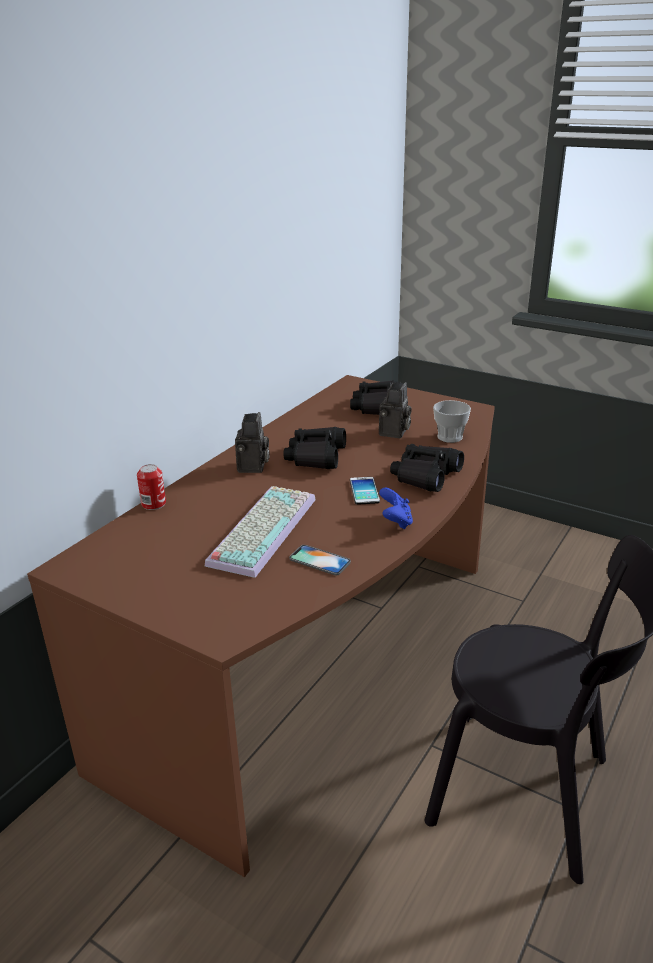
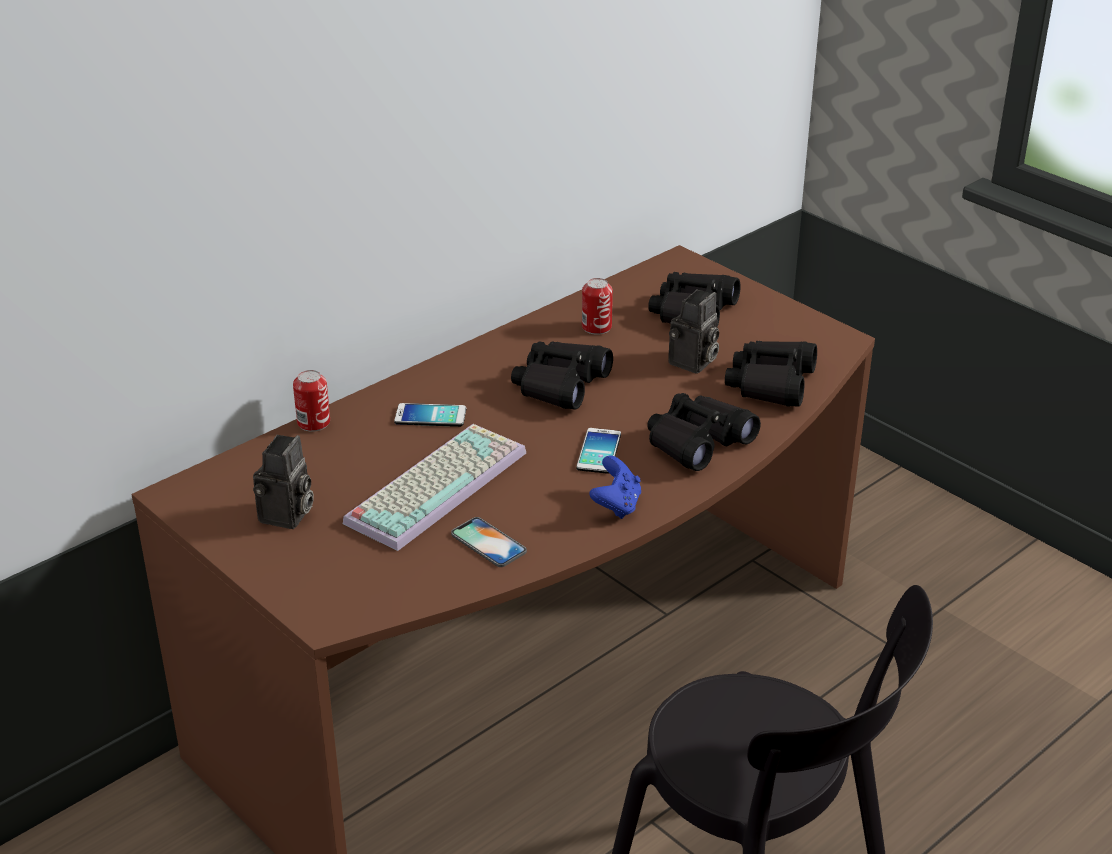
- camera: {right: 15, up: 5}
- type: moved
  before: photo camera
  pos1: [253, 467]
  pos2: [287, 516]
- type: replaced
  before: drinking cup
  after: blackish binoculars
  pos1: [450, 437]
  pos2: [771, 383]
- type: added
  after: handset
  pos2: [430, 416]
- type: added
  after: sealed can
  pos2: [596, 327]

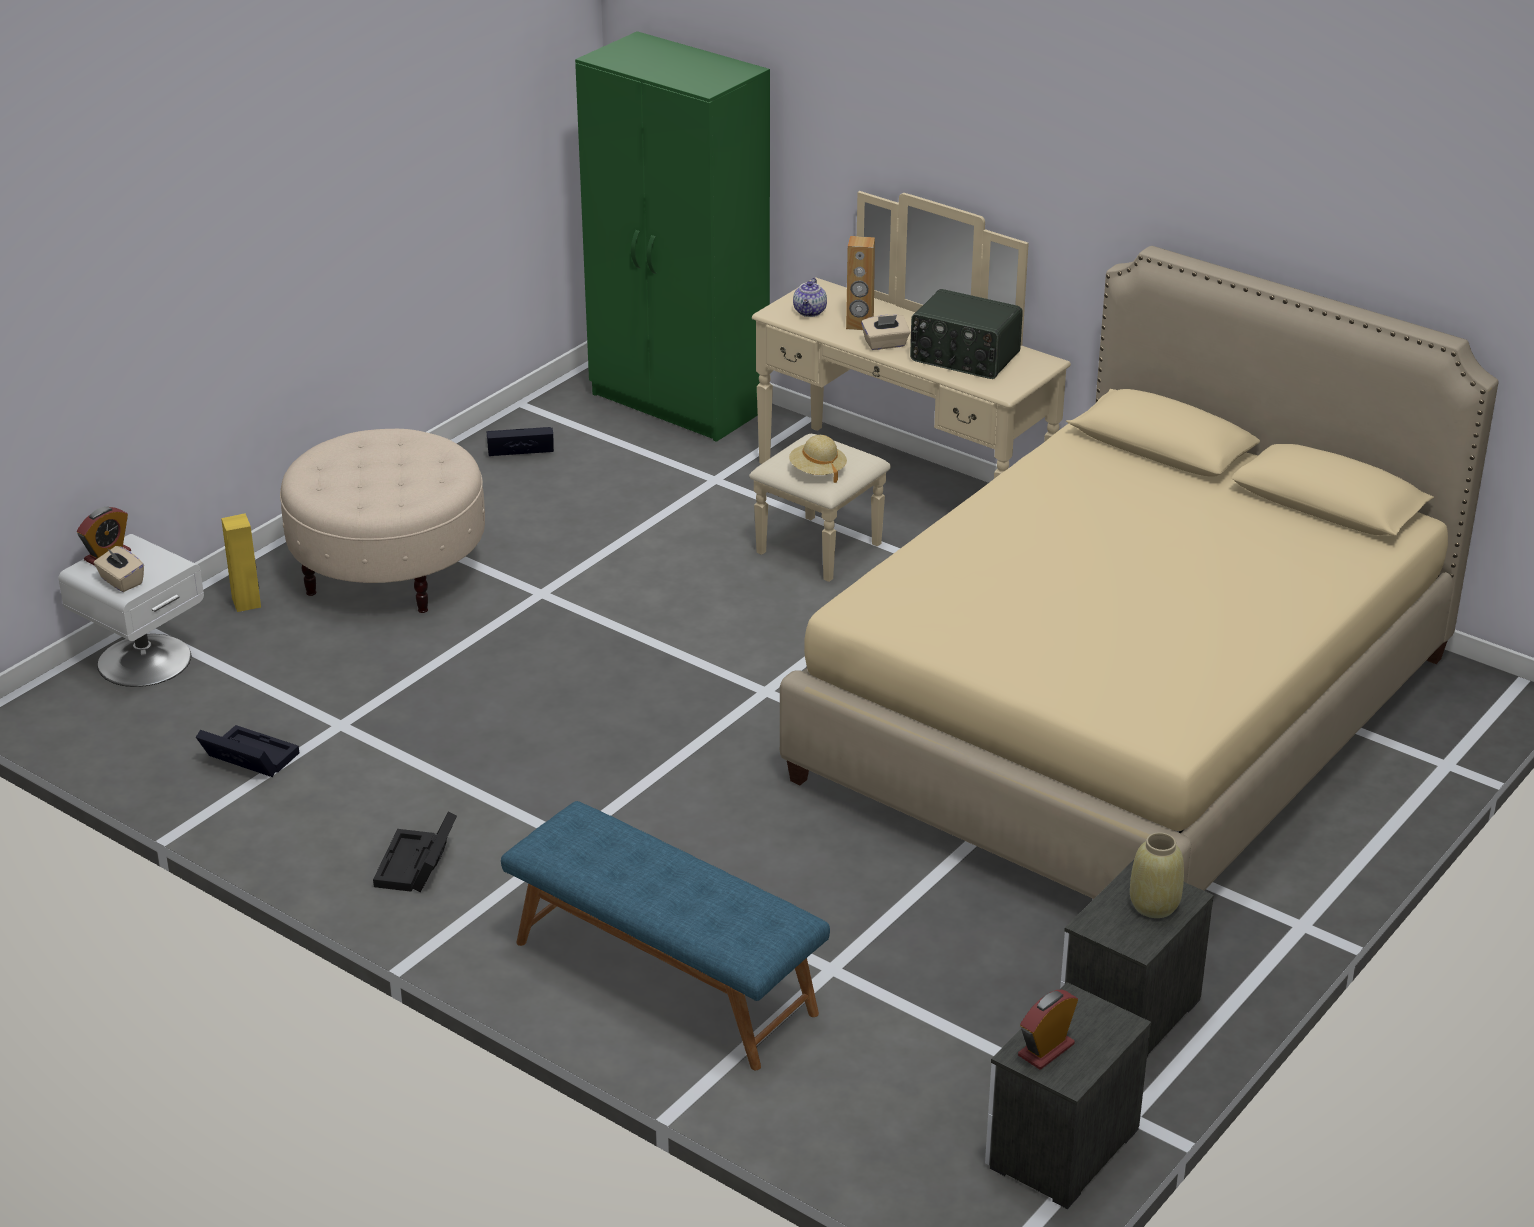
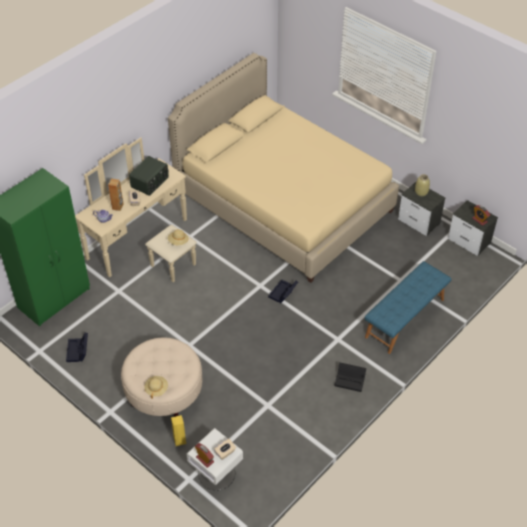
- camera: {right: -85, up: 15}
- type: moved
  before: blackish storage container
  pos1: [247, 758]
  pos2: [283, 293]
- type: added
  after: beige wearable hat
  pos2: [156, 389]

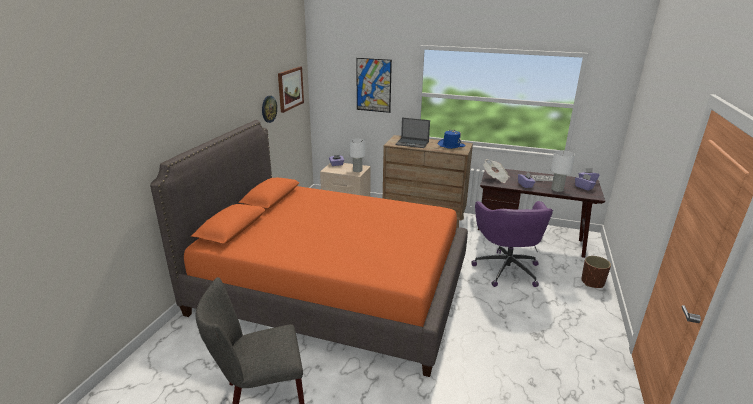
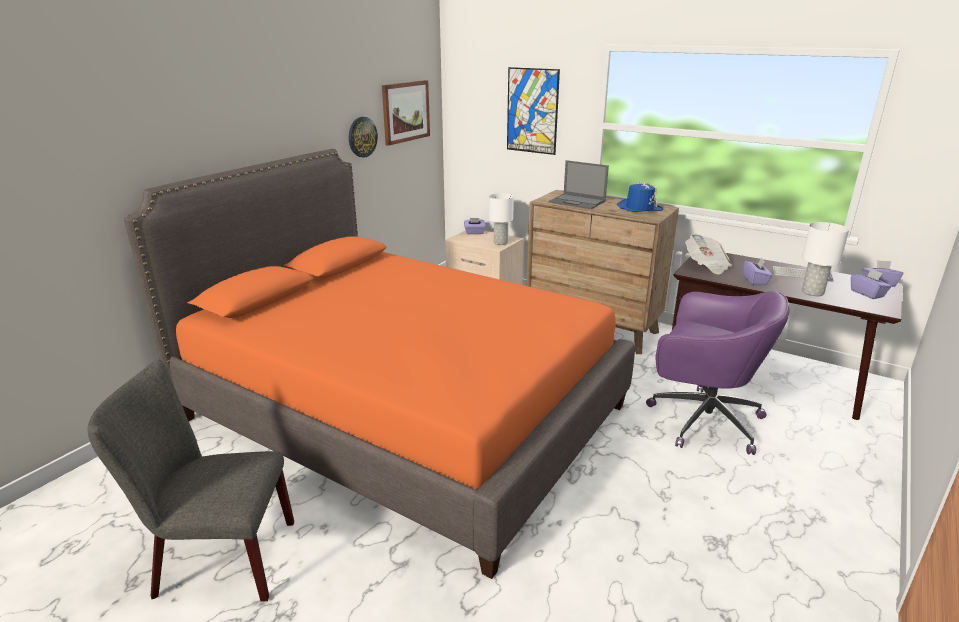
- camera: {right: 15, up: 0}
- type: turned
  before: purple computer chair
  pos1: [506, 269]
  pos2: [702, 419]
  turn: -75
- type: removed
  before: brownish planter
  pos1: [592, 282]

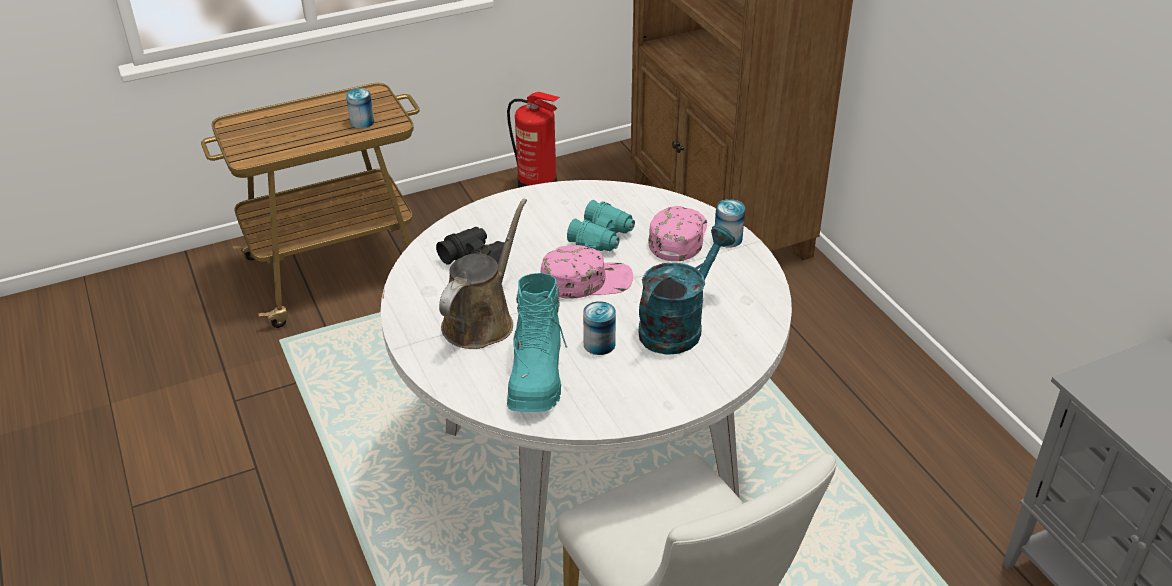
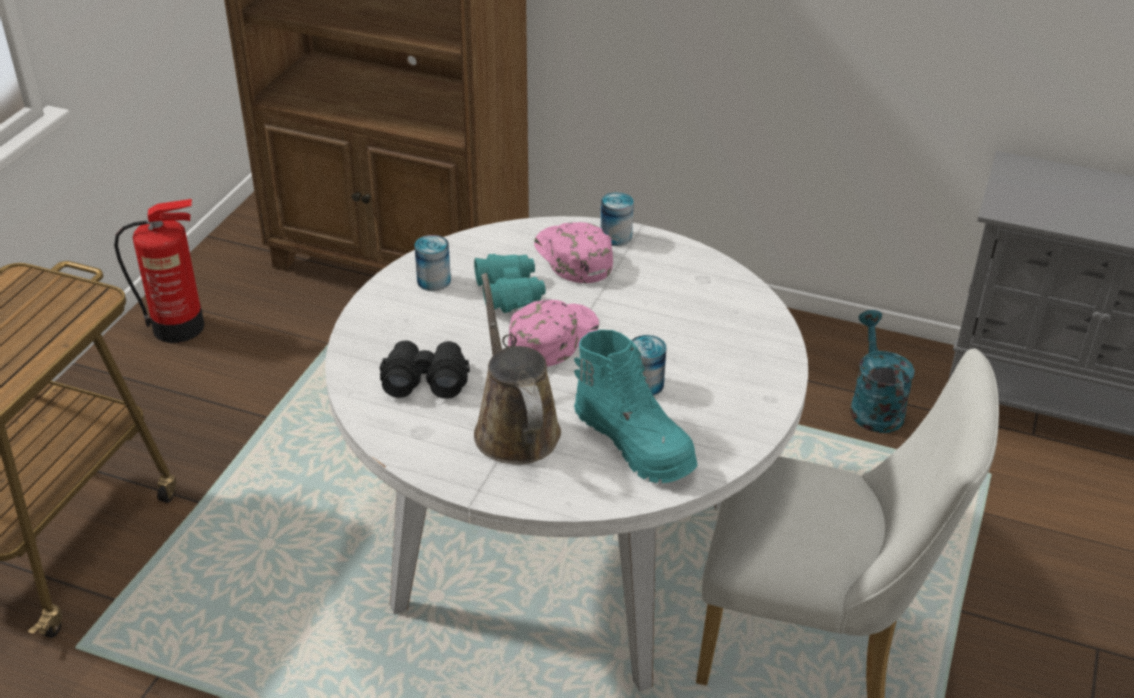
- camera: {right: -45, up: 0}
- type: moved
  before: sealed can
  pos1: [362, 122]
  pos2: [434, 281]
- type: moved
  before: blue-green watering can
  pos1: [677, 326]
  pos2: [874, 405]

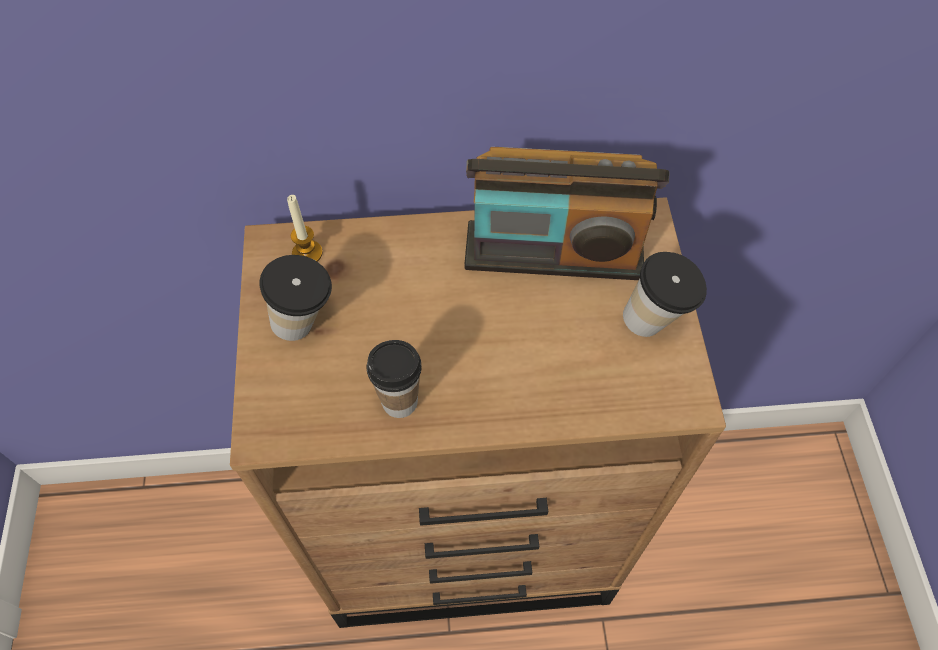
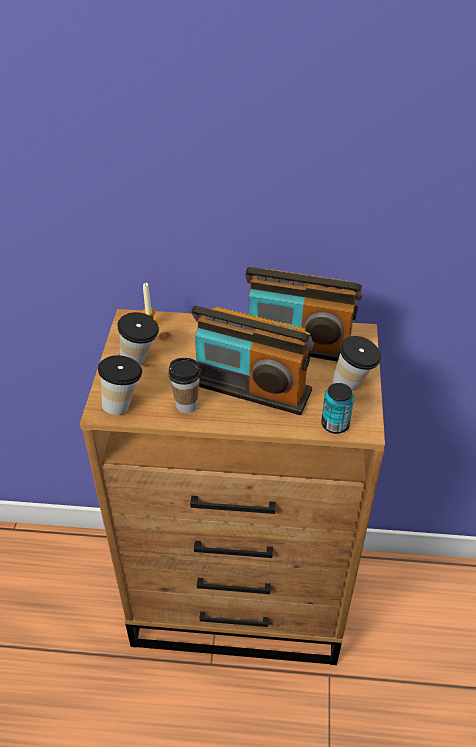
- camera: {right: 10, up: -15}
- type: added
  after: drinking cup
  pos2: [124, 404]
- type: added
  after: radio receiver
  pos2: [251, 388]
- type: added
  after: sealed can
  pos2: [335, 424]

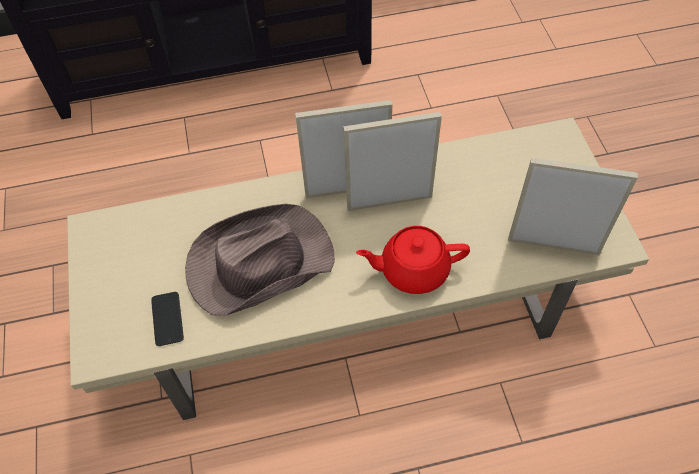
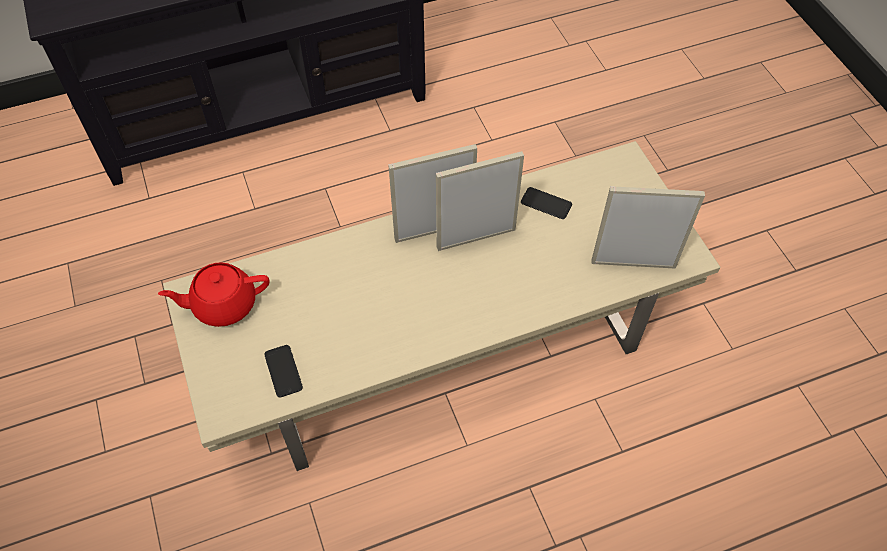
- camera: {right: -10, up: 0}
- type: removed
  before: brownish wearable hat
  pos1: [258, 263]
- type: moved
  before: red tea pot
  pos1: [413, 270]
  pos2: [223, 304]
- type: added
  after: handset
  pos2: [546, 203]

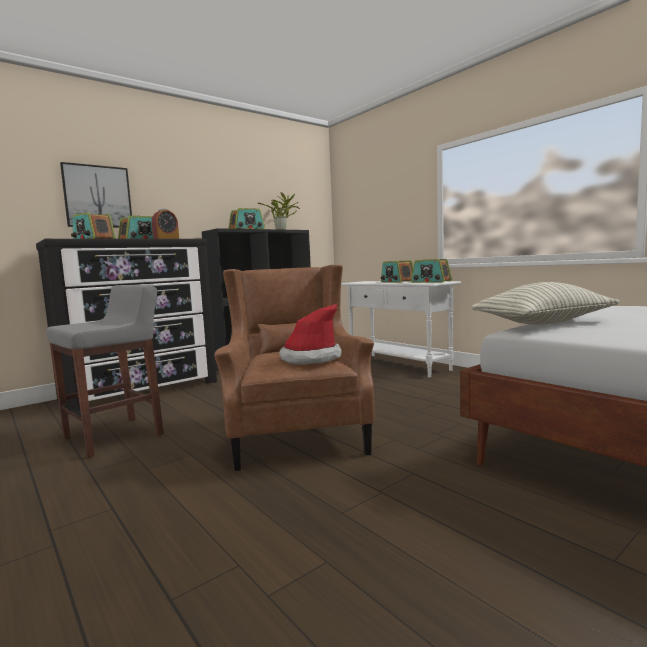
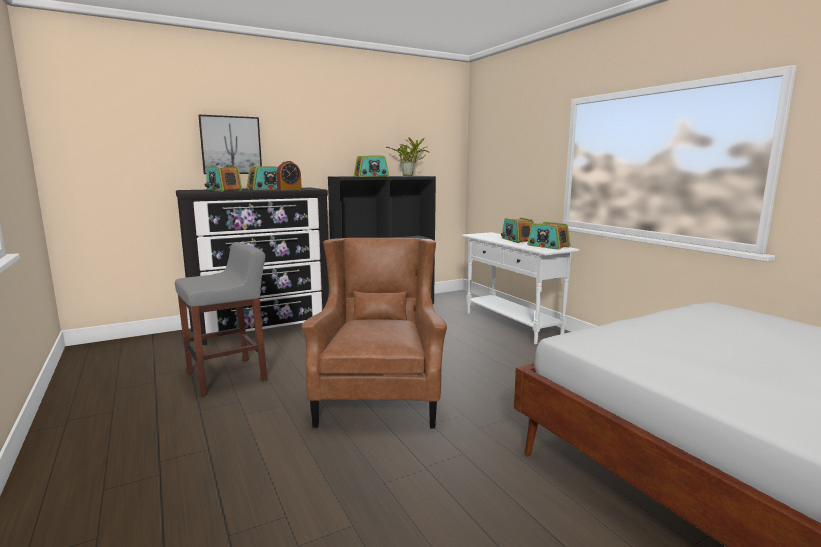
- camera: {right: 10, up: 5}
- type: removed
  before: wearable hat
  pos1: [310, 358]
- type: removed
  before: cushion
  pos1: [543, 323]

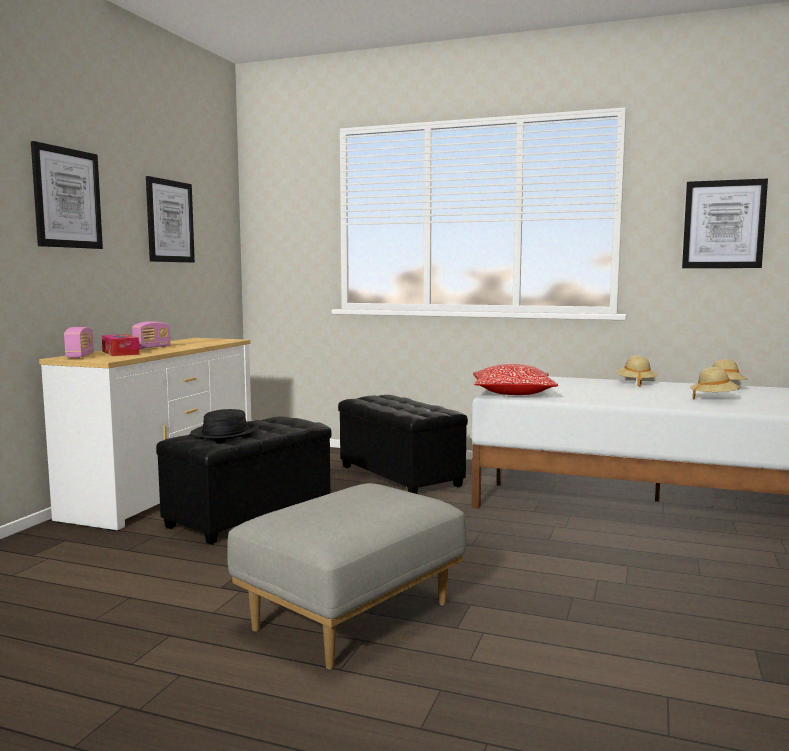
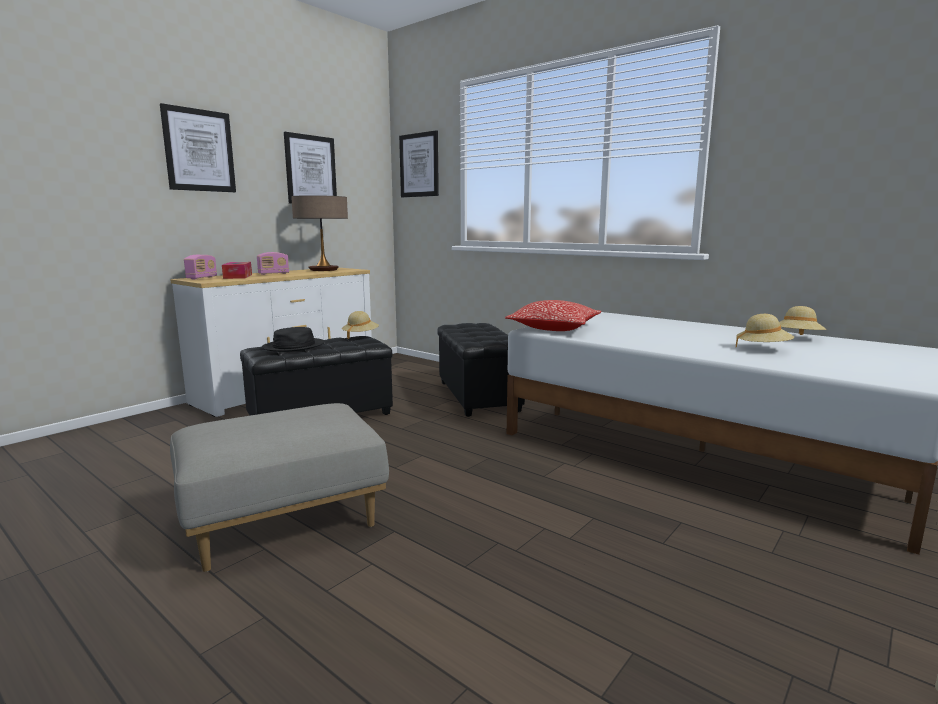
- camera: {right: 20, up: 5}
- type: moved
  before: beige wearable hat
  pos1: [635, 383]
  pos2: [360, 336]
- type: moved
  before: wall art
  pos1: [723, 224]
  pos2: [419, 165]
- type: added
  after: tabletop lamp
  pos2: [323, 270]

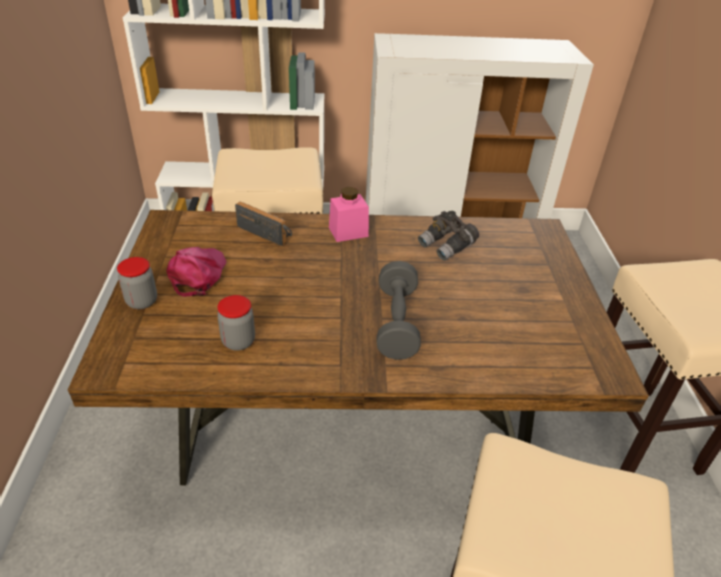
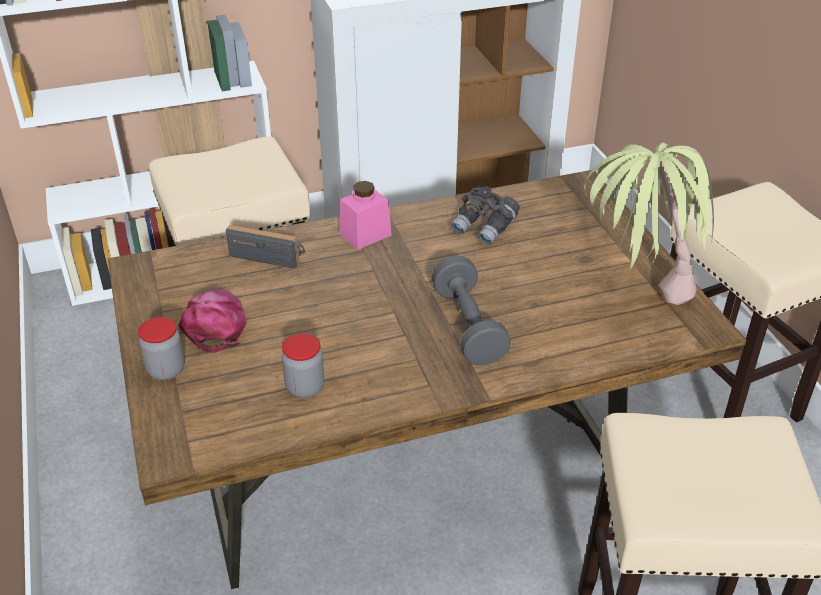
- camera: {right: -15, up: 0}
- type: added
  after: plant in a pot
  pos2: [635, 300]

